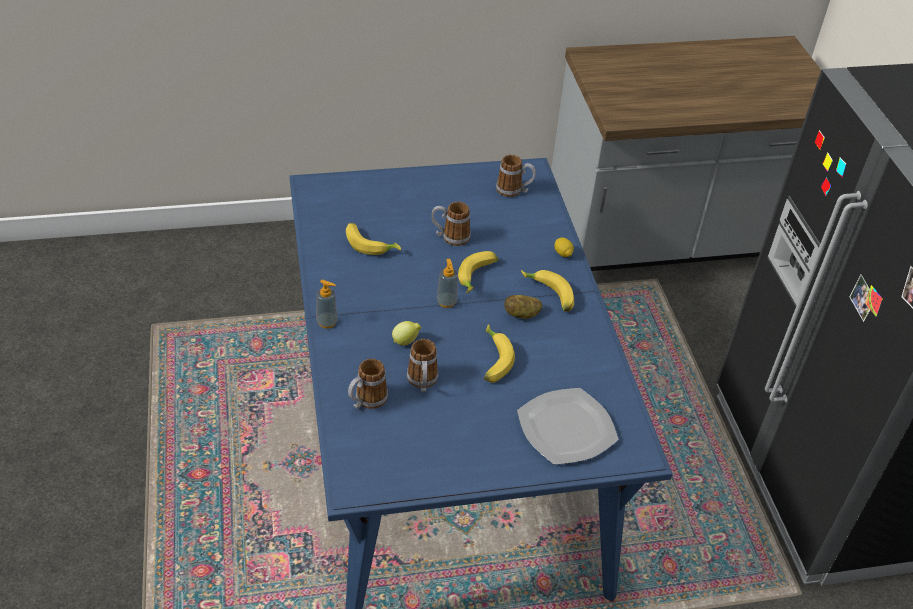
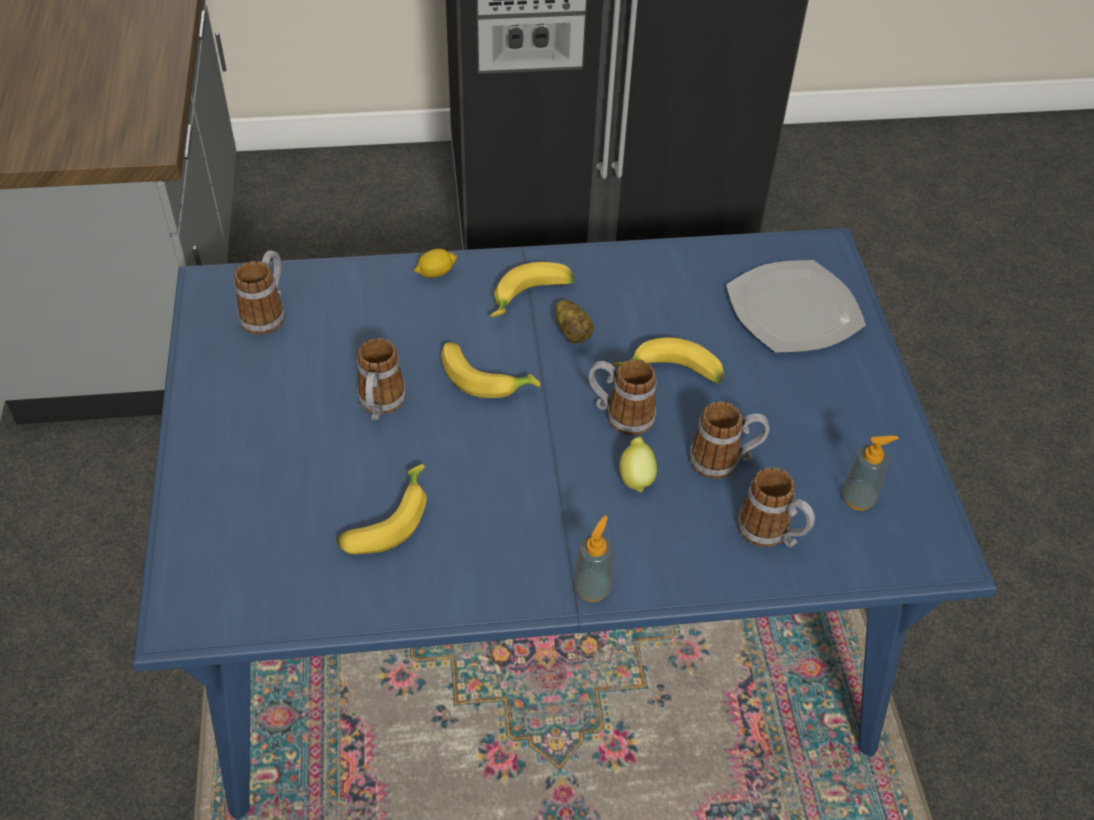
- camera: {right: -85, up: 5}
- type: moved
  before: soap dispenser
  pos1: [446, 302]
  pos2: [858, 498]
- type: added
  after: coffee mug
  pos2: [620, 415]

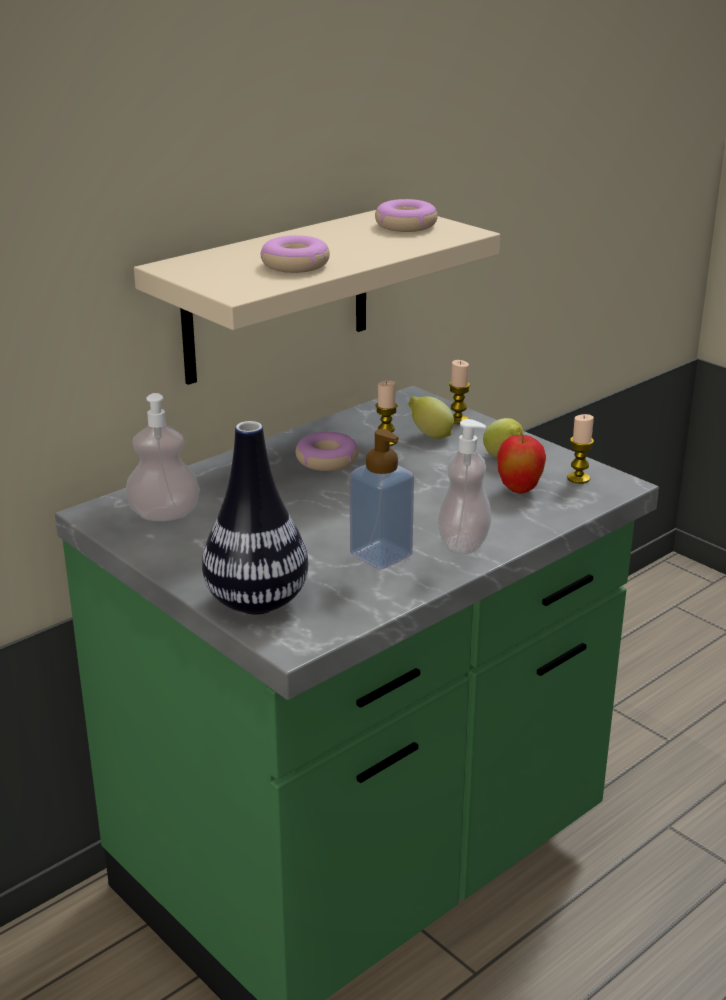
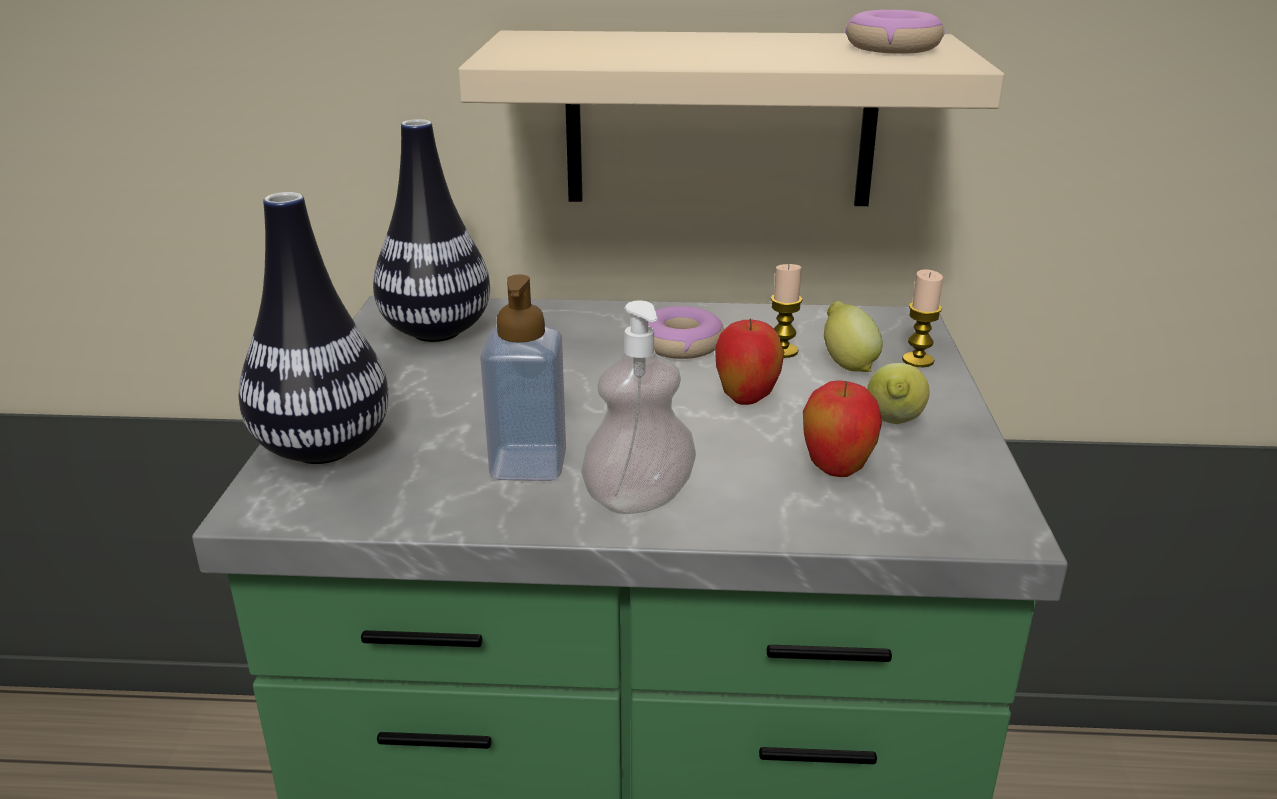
- camera: {right: 45, up: 0}
- type: replaced
  before: soap dispenser
  after: flower vase
  pos1: [164, 515]
  pos2: [436, 332]
- type: removed
  before: donut
  pos1: [295, 265]
- type: removed
  before: candle
  pos1: [578, 478]
- type: added
  after: apple fruit
  pos2: [746, 399]

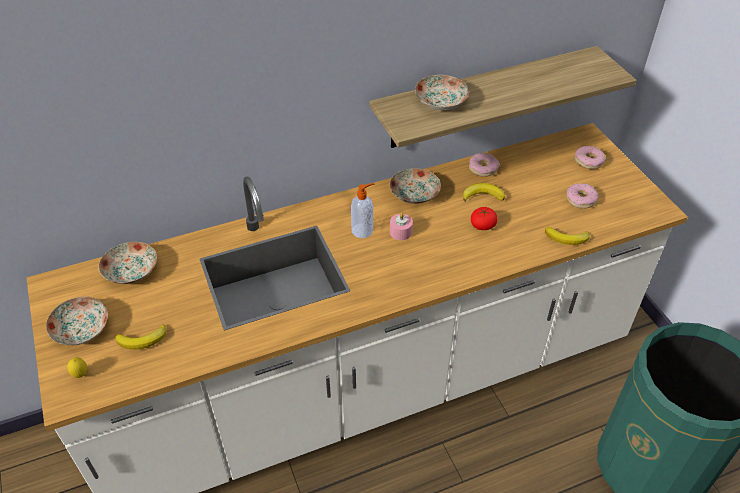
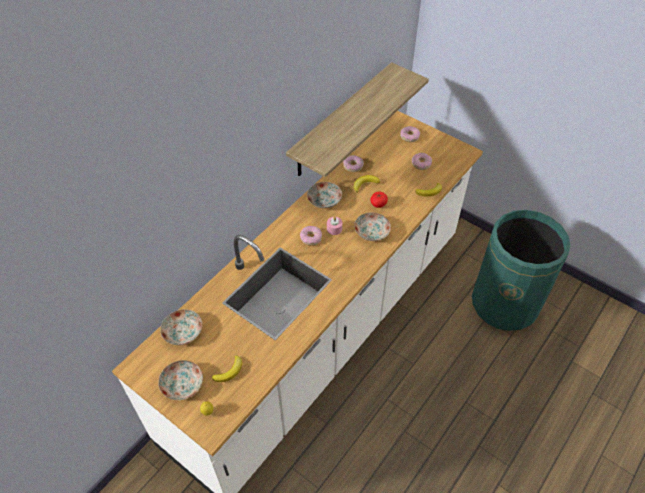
- camera: {right: -30, up: 5}
- type: replaced
  before: soap dispenser
  after: donut
  pos1: [363, 230]
  pos2: [311, 238]
- type: moved
  before: plate
  pos1: [441, 102]
  pos2: [372, 232]

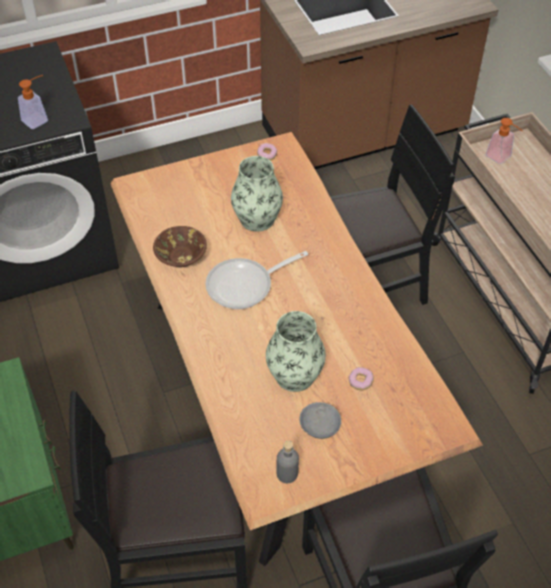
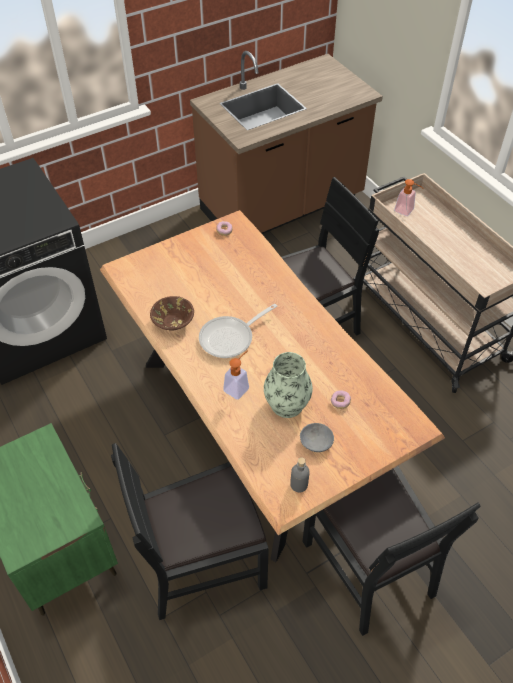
- camera: {right: -10, up: 0}
- type: moved
  before: soap dispenser
  pos1: [39, 119]
  pos2: [239, 387]
- type: removed
  before: flower vase
  pos1: [257, 218]

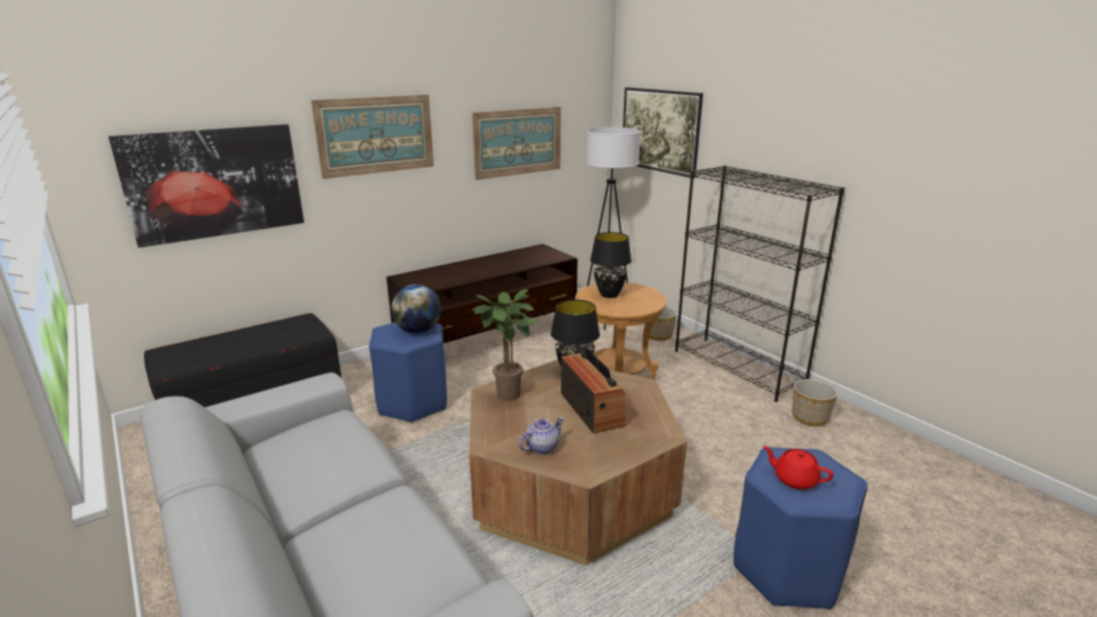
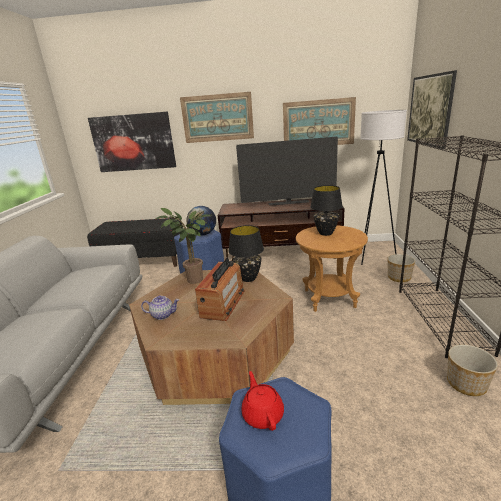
- camera: {right: 40, up: 0}
- type: added
  after: television
  pos2: [288, 203]

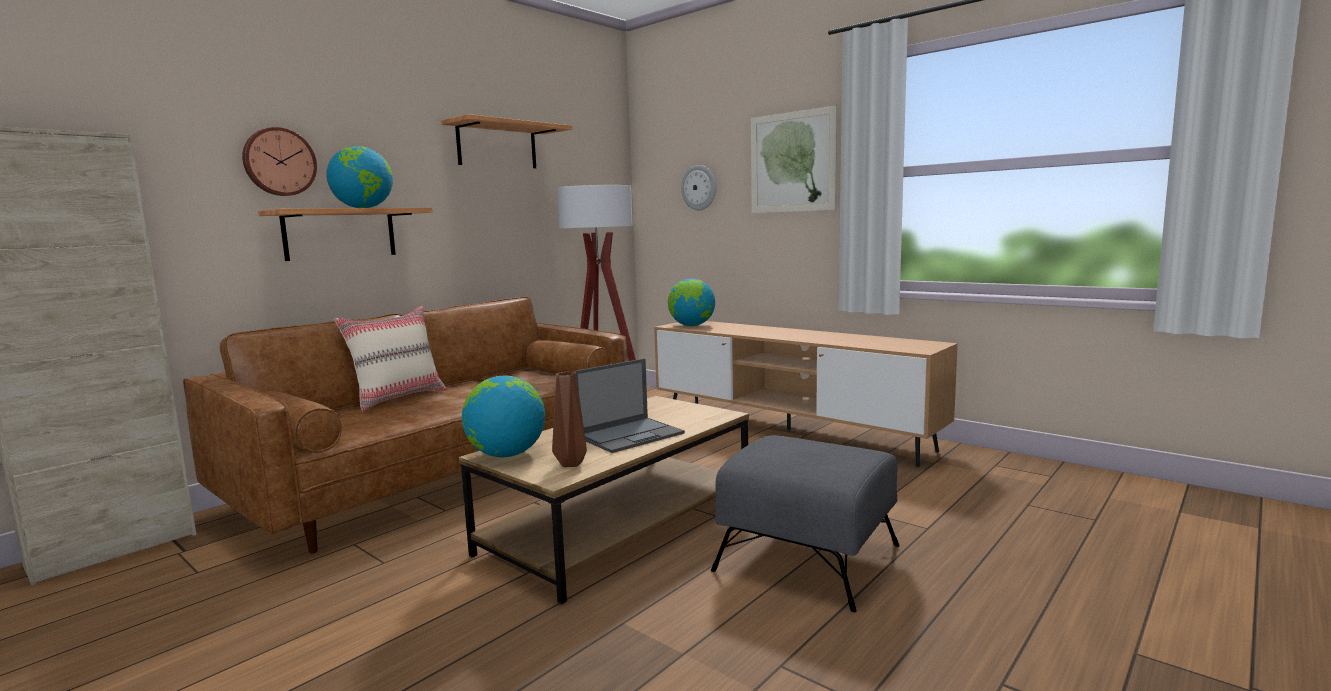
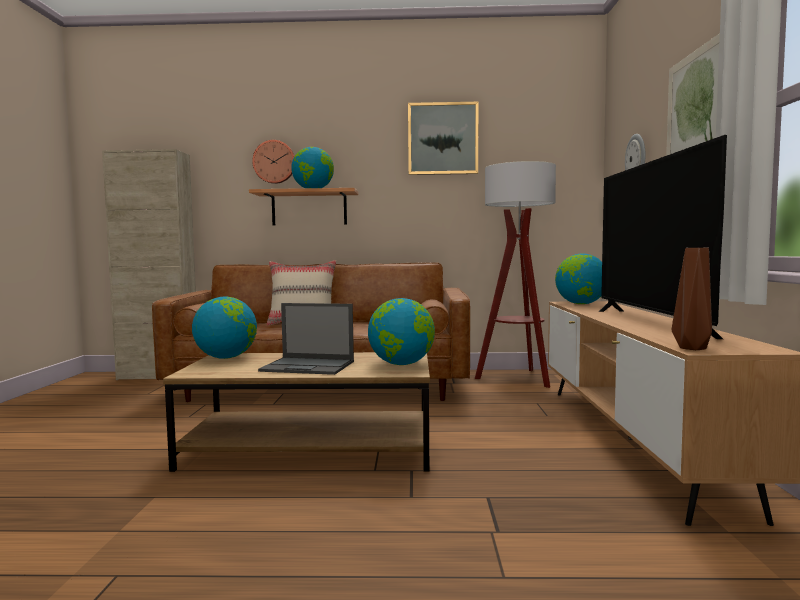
- camera: {right: 50, up: -5}
- type: replaced
  before: wall shelf
  after: wall art
  pos1: [497, 146]
  pos2: [442, 139]
- type: moved
  before: brownish flower vase
  pos1: [572, 464]
  pos2: [693, 348]
- type: removed
  before: gray footrest
  pos1: [806, 557]
- type: added
  after: globe
  pos2: [402, 364]
- type: added
  after: television
  pos2: [649, 322]

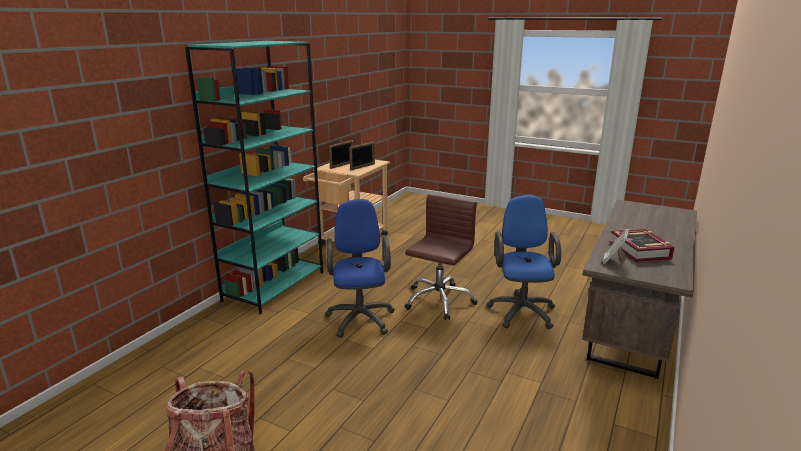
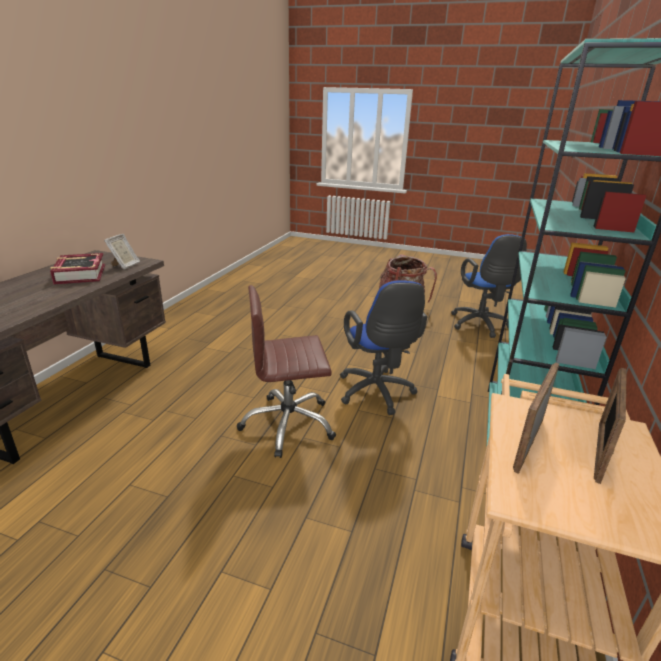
- camera: {right: 170, up: 5}
- type: turned
  before: brownish computer chair
  pos1: [438, 300]
  pos2: [288, 424]
  turn: 60
- type: moved
  before: blue-coloured computer chair
  pos1: [521, 310]
  pos2: [480, 325]

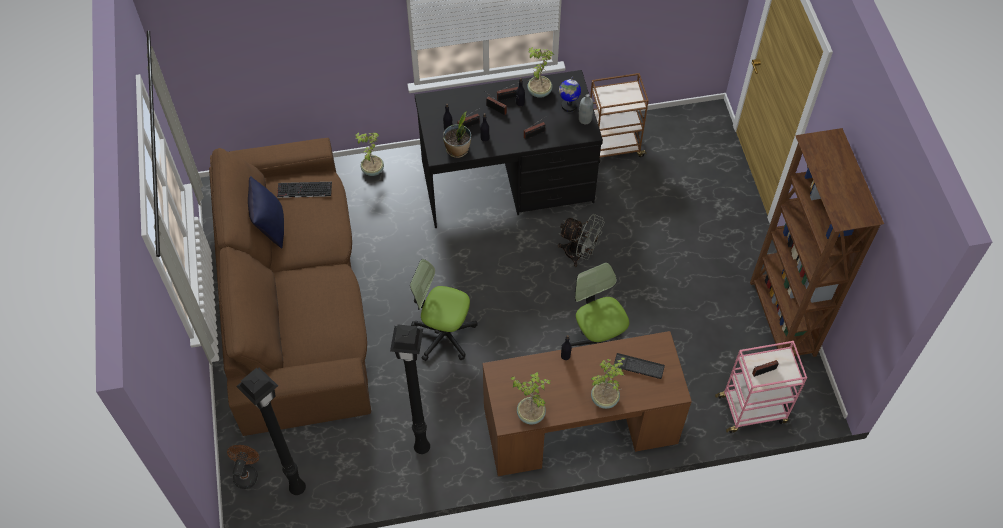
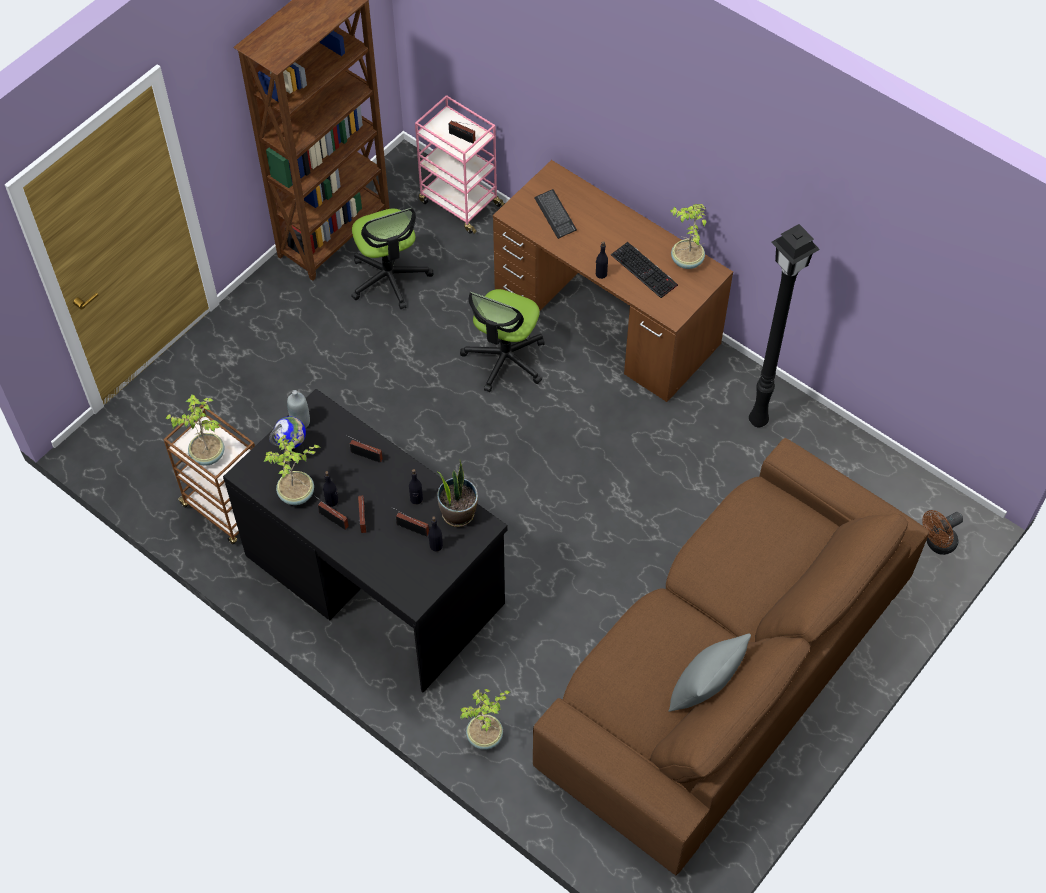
- camera: {right: -130, up: 0}
- type: removed
  before: blackish standard lamp
  pos1: [297, 490]
- type: recoloured
  before: blue-coloured cushion
  after: gray cushion
  pos1: [270, 227]
  pos2: [705, 689]
- type: moved
  before: keyboard
  pos1: [304, 190]
  pos2: [645, 270]
- type: moved
  before: computer chair
  pos1: [444, 334]
  pos2: [389, 278]
- type: removed
  before: gray fan
  pos1: [579, 254]
- type: moved
  before: plant in a pot
  pos1: [605, 399]
  pos2: [207, 454]

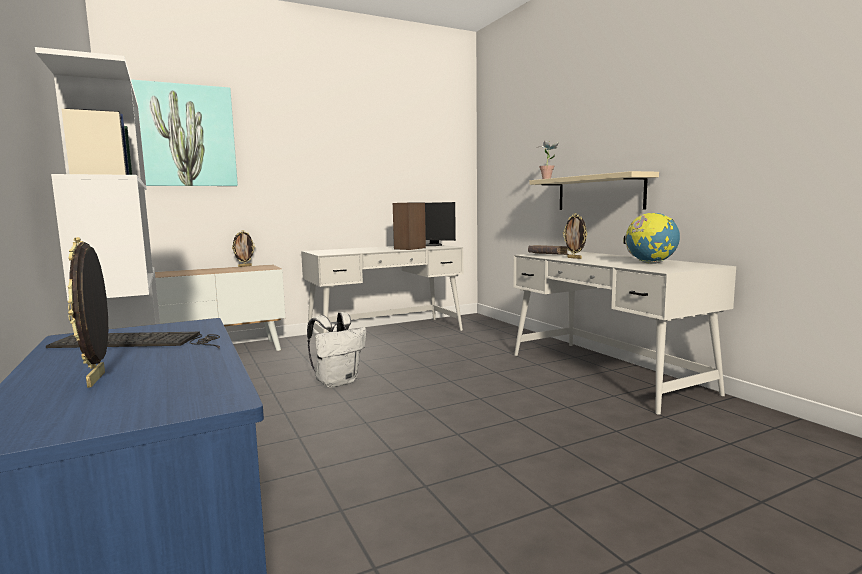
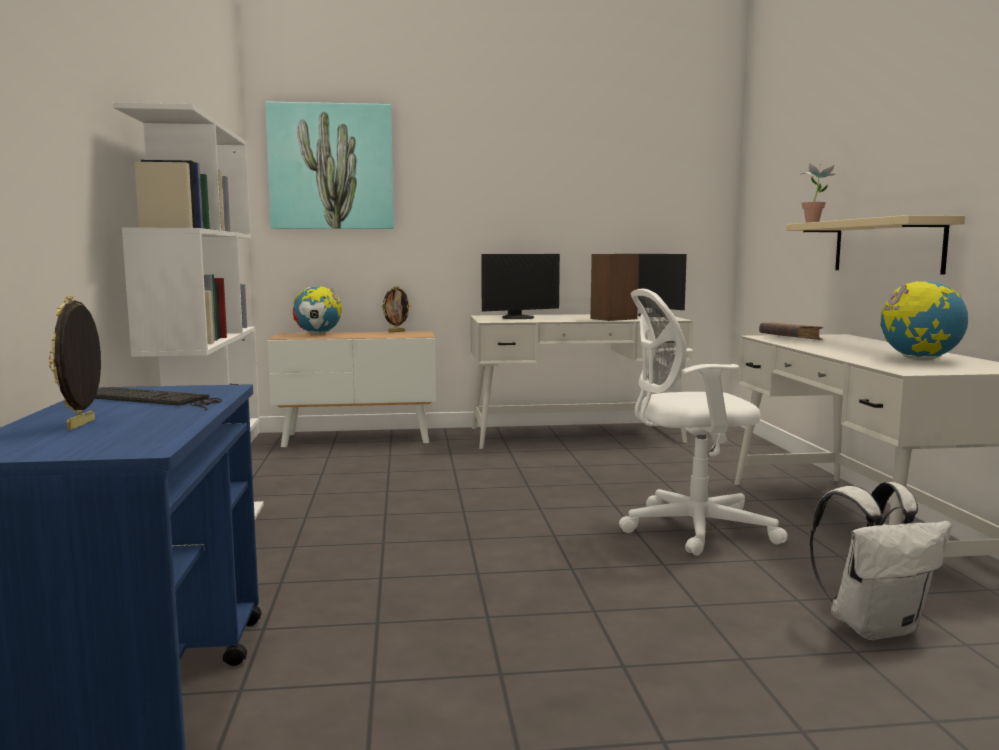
- camera: {right: 20, up: 0}
- type: moved
  before: white knapsack
  pos1: [337, 382]
  pos2: [874, 626]
- type: removed
  before: standing frame
  pos1: [574, 258]
- type: added
  after: globe
  pos2: [318, 334]
- type: added
  after: monitor
  pos2: [519, 318]
- type: added
  after: white computer chair
  pos2: [690, 529]

